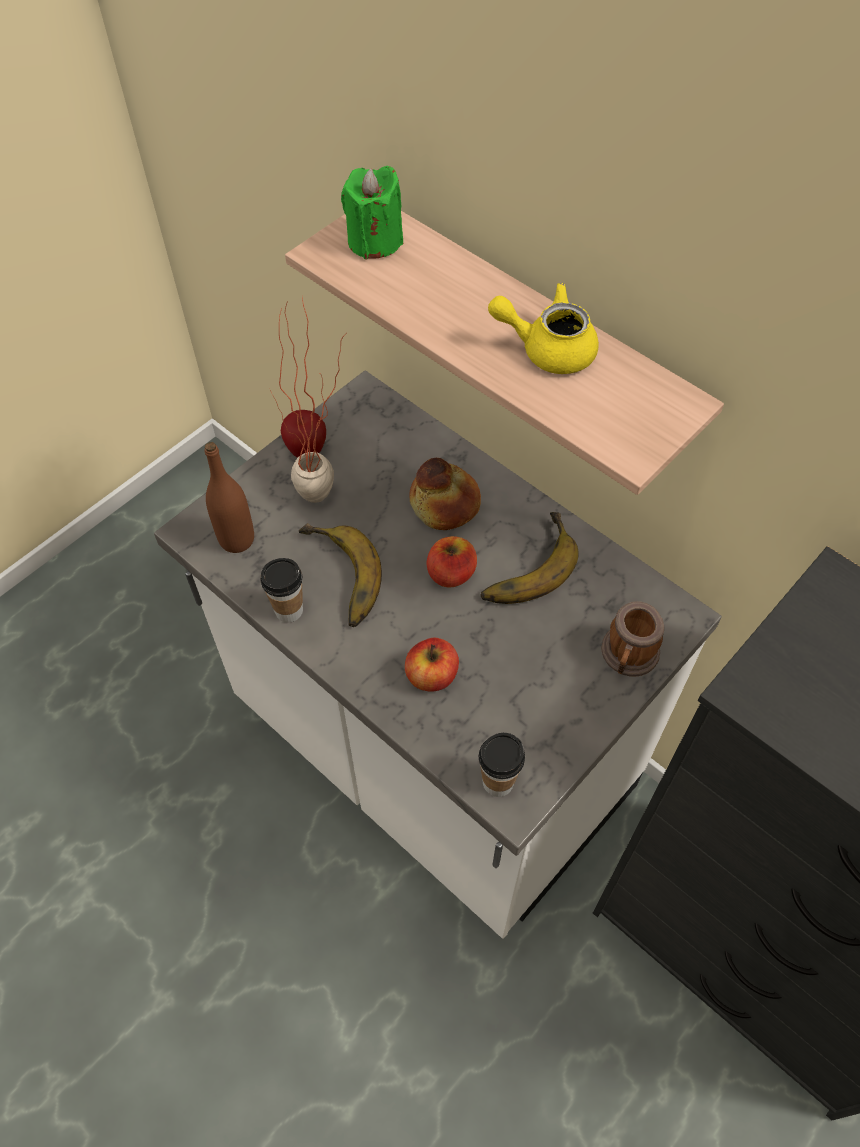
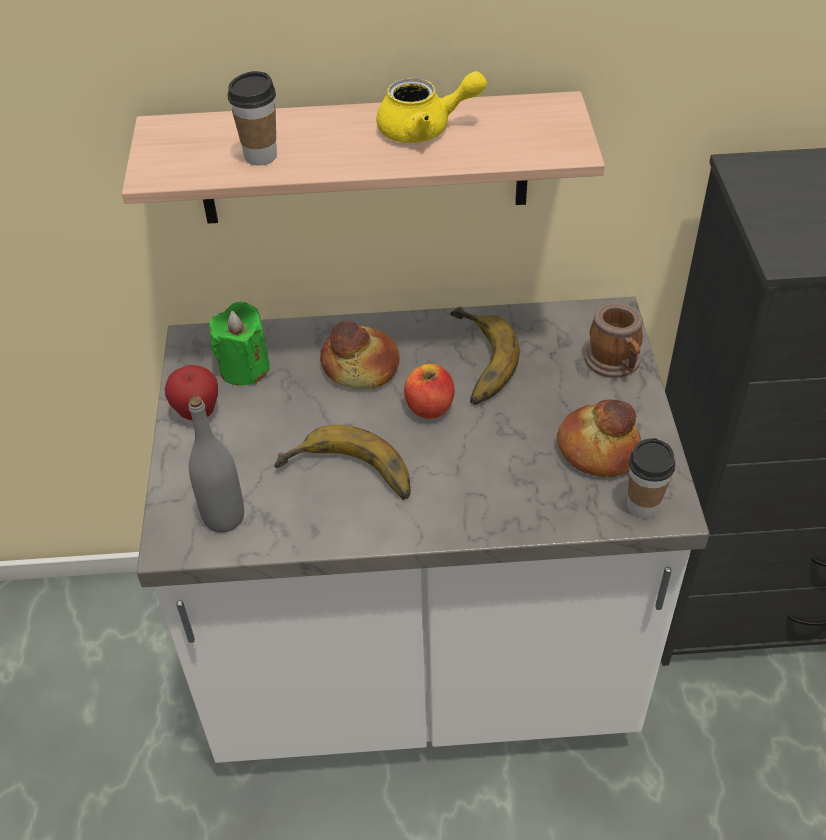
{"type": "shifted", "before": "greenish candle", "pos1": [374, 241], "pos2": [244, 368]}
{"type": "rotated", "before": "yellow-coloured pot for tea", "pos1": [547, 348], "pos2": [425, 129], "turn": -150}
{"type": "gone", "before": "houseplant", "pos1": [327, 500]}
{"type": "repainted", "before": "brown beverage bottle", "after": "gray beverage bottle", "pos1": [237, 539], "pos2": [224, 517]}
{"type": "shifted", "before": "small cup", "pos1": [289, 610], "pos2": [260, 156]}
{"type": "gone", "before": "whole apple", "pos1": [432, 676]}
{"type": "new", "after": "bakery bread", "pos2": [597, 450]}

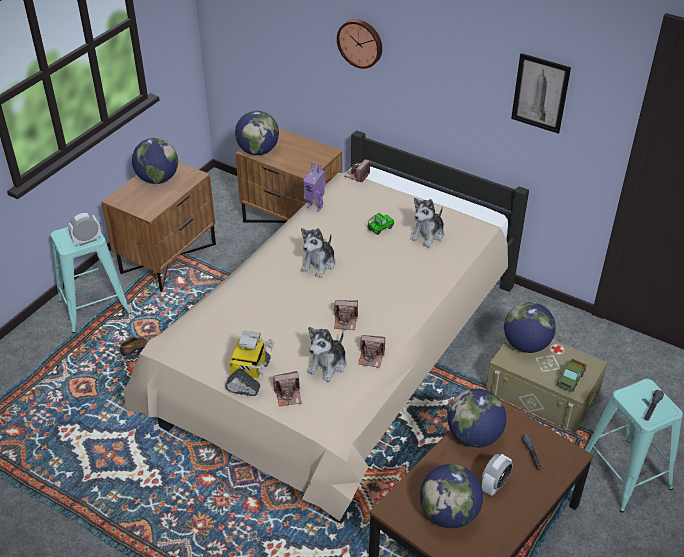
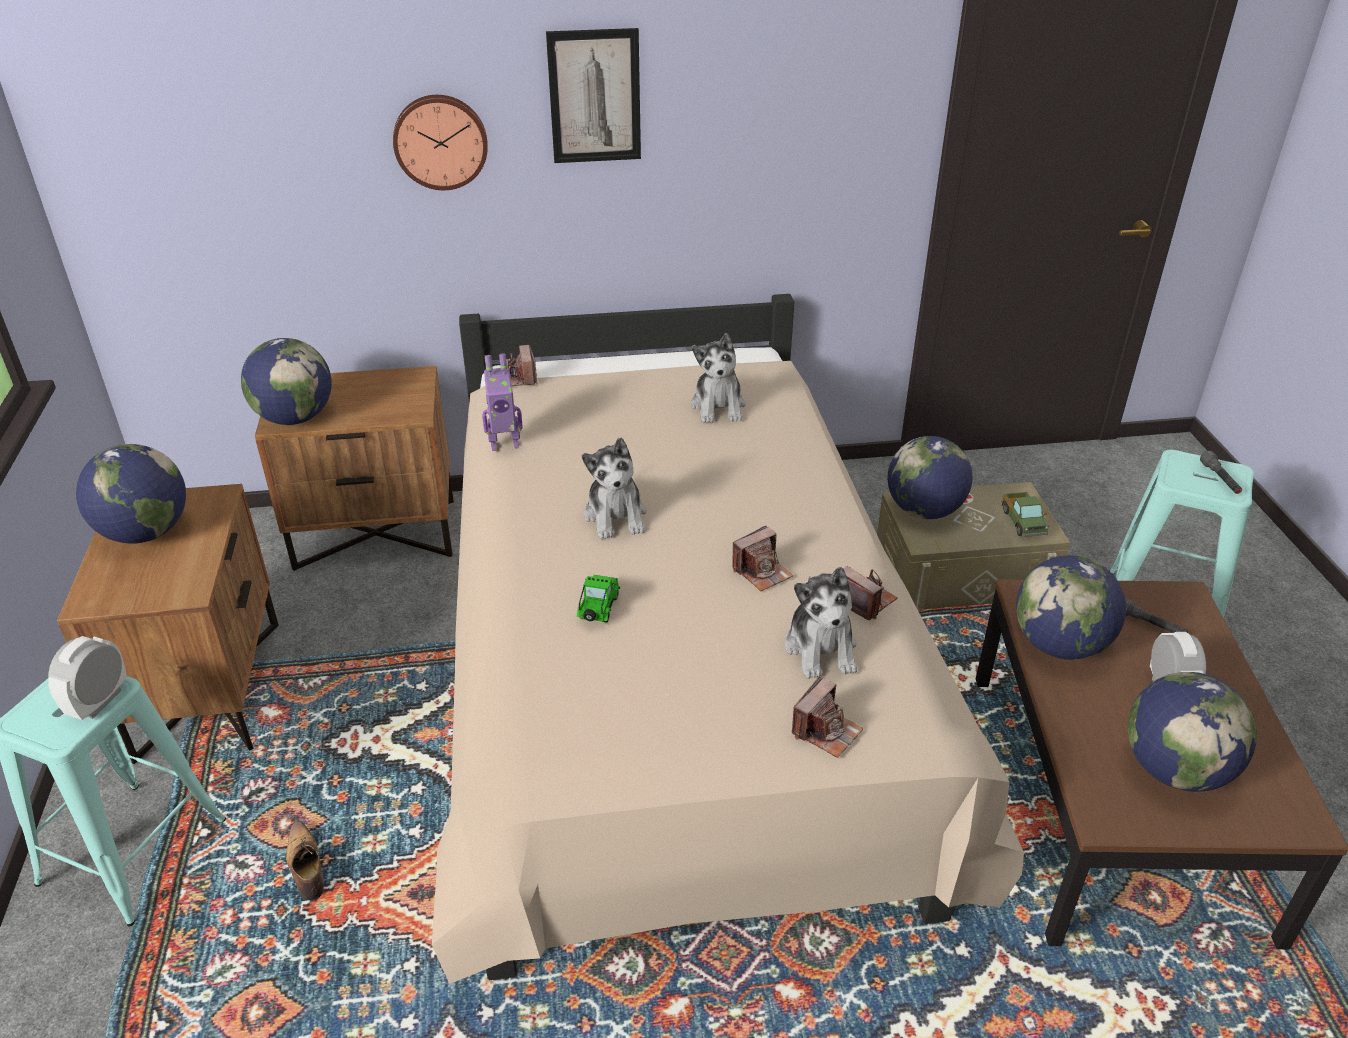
{"type": "shifted", "before": "wall picture", "pos1": [540, 93], "pos2": [594, 96]}
{"type": "shifted", "before": "model car", "pos1": [379, 229], "pos2": [598, 609]}
{"type": "gone", "before": "model robot", "pos1": [250, 376]}
{"type": "rotated", "before": "low shoe", "pos1": [140, 347], "pos2": [306, 866], "turn": -45}
{"type": "rotated", "before": "photo camera", "pos1": [371, 357], "pos2": [864, 601], "turn": -105}

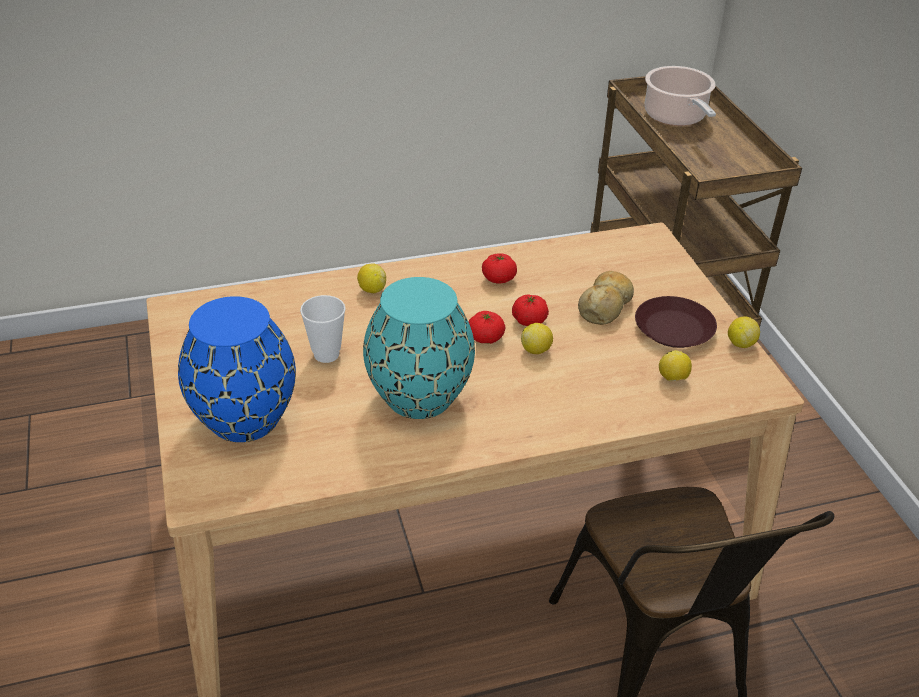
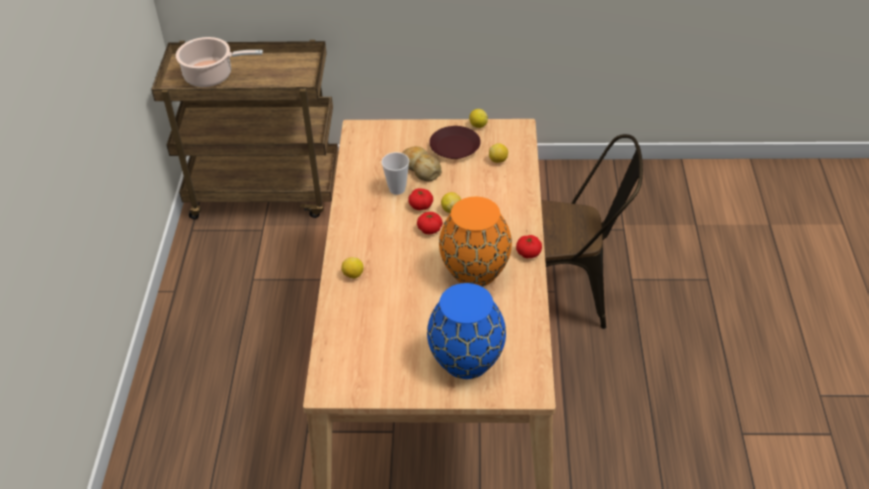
{"type": "shifted", "before": "fresh tomato", "pos1": [498, 278], "pos2": [528, 253]}
{"type": "repainted", "before": "blue-green decorative vase", "after": "orangey decorative vase", "pos1": [417, 397], "pos2": [475, 272]}
{"type": "shifted", "before": "small cup", "pos1": [326, 354], "pos2": [397, 189]}

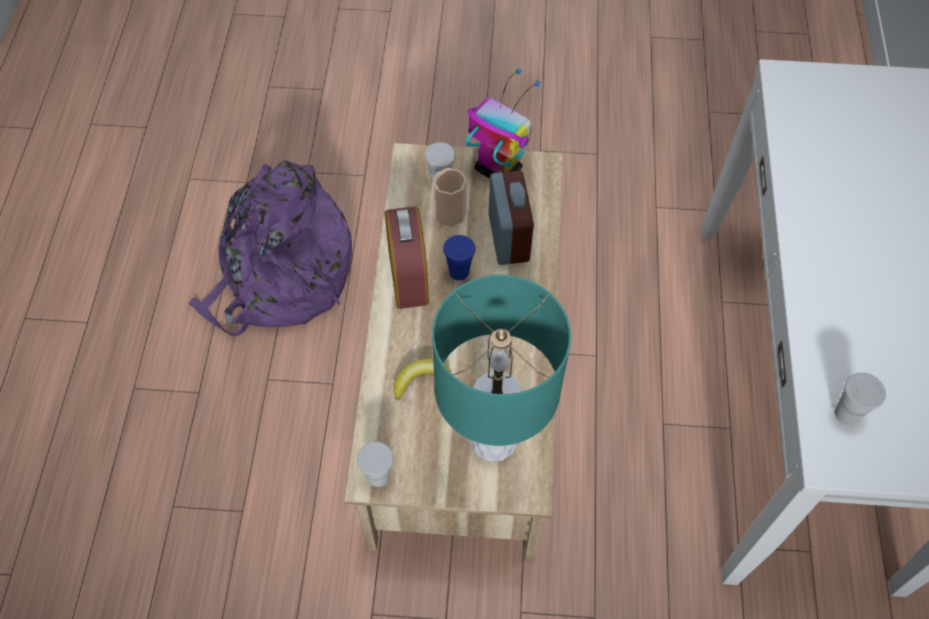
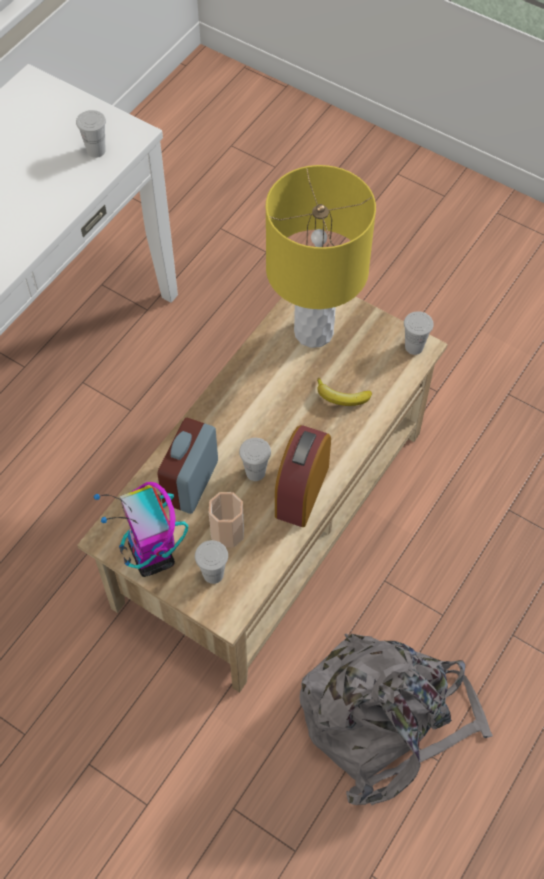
{"type": "repainted", "before": "purple-coloured knapsack", "after": "gray knapsack", "pos1": [281, 279], "pos2": [385, 718]}
{"type": "repainted", "before": "bluish small cup", "after": "whitish small cup", "pos1": [459, 272], "pos2": [255, 472]}
{"type": "repainted", "before": "blue-green tabletop lamp", "after": "yellow-coloured tabletop lamp", "pos1": [494, 439], "pos2": [313, 332]}

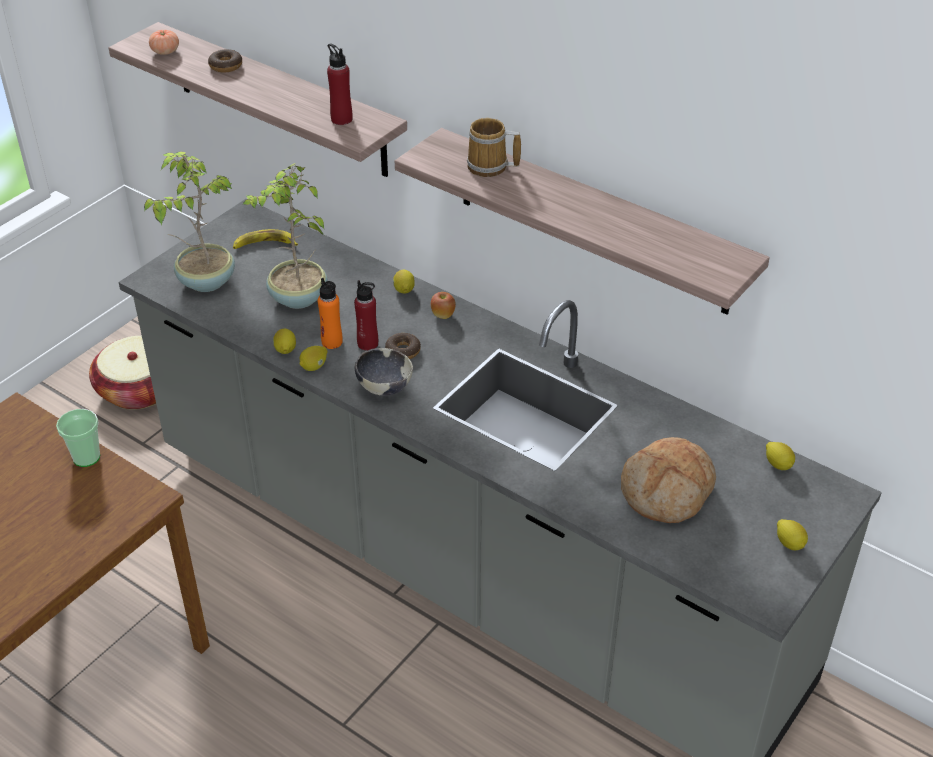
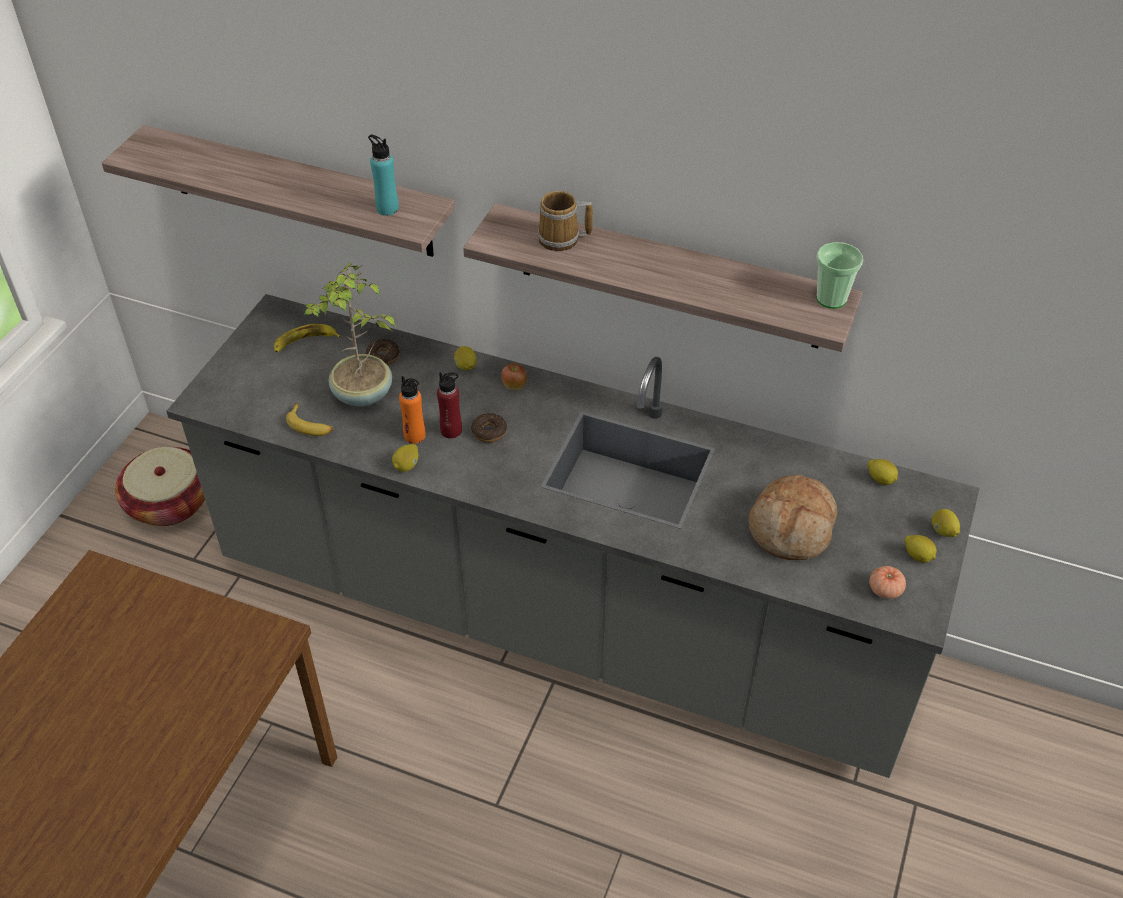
{"type": "shifted", "before": "fresh tomato", "pos1": [165, 51], "pos2": [885, 590]}
{"type": "repainted", "before": "red-coloured beverage bottle", "after": "blue-green beverage bottle", "pos1": [341, 119], "pos2": [387, 208]}
{"type": "shifted", "before": "ring doughnut", "pos1": [226, 66], "pos2": [383, 356]}
{"type": "gone", "before": "houseplant", "pos1": [205, 281]}
{"type": "shifted", "before": "whole lemon", "pos1": [285, 350], "pos2": [943, 531]}
{"type": "gone", "before": "deep dish", "pos1": [384, 387]}
{"type": "shifted", "before": "small cup", "pos1": [86, 457], "pos2": [831, 299]}
{"type": "new", "after": "banana fruit", "pos2": [310, 425]}

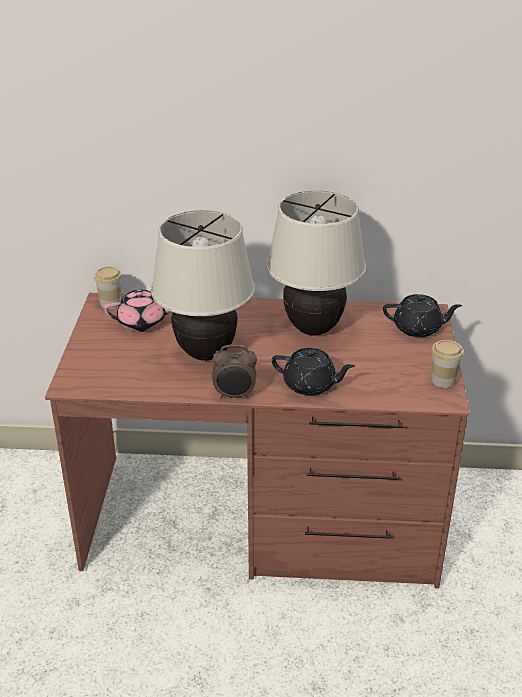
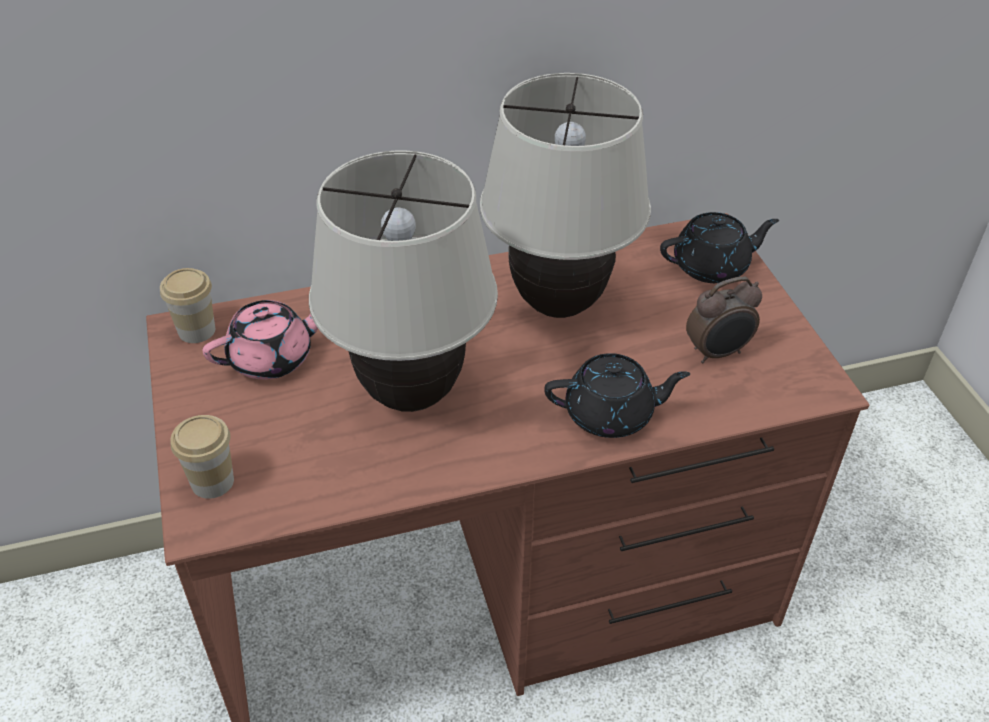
{"type": "shifted", "before": "small cup", "pos1": [443, 380], "pos2": [212, 482]}
{"type": "shifted", "before": "bedside clock", "pos1": [234, 396], "pos2": [718, 353]}

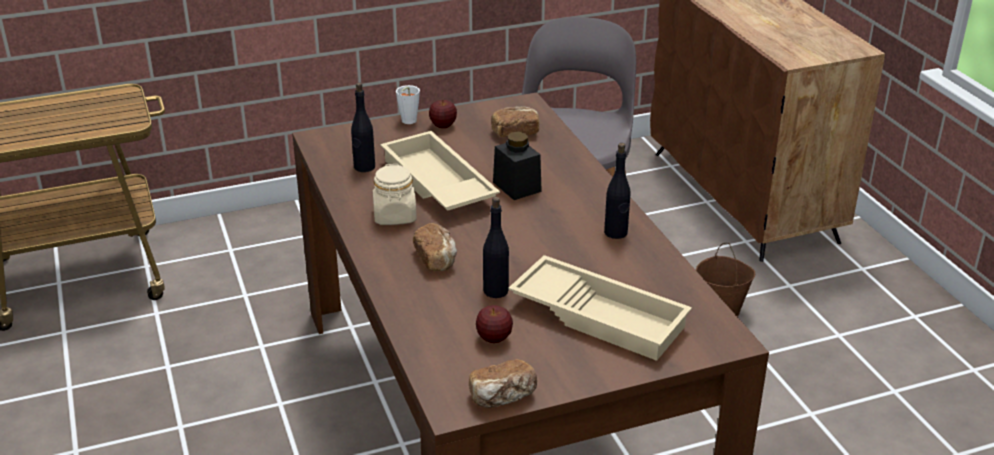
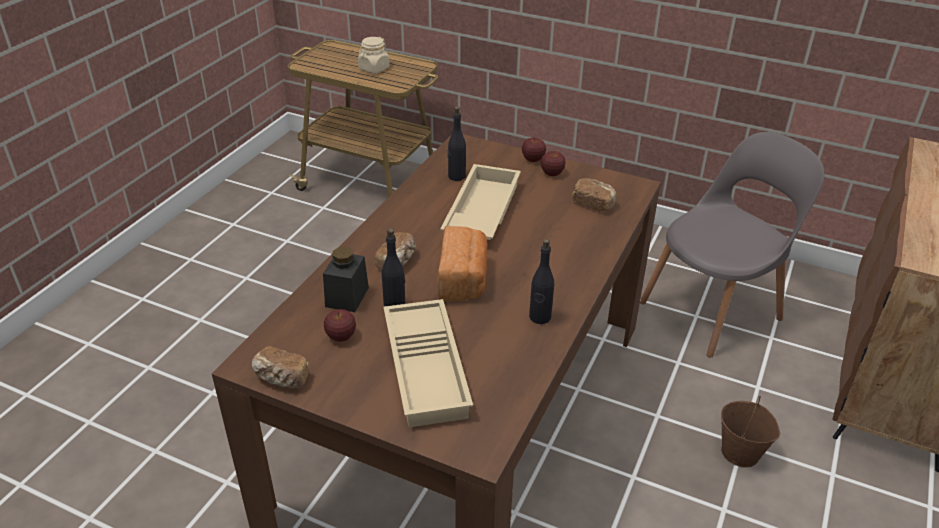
{"type": "swapped", "before": "whitish small cup", "after": "whole apple", "pos1": [407, 122], "pos2": [533, 159]}
{"type": "shifted", "before": "black-coloured jar", "pos1": [517, 187], "pos2": [347, 297]}
{"type": "shifted", "before": "beige jar", "pos1": [395, 216], "pos2": [374, 68]}
{"type": "new", "after": "bakery bread", "pos2": [463, 279]}

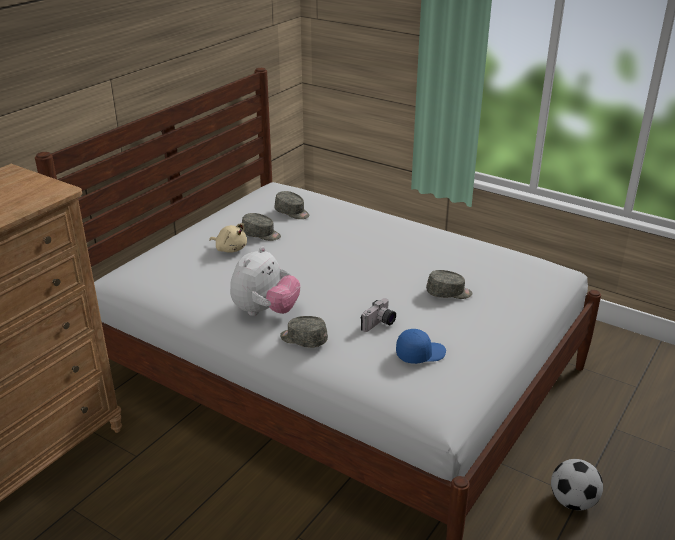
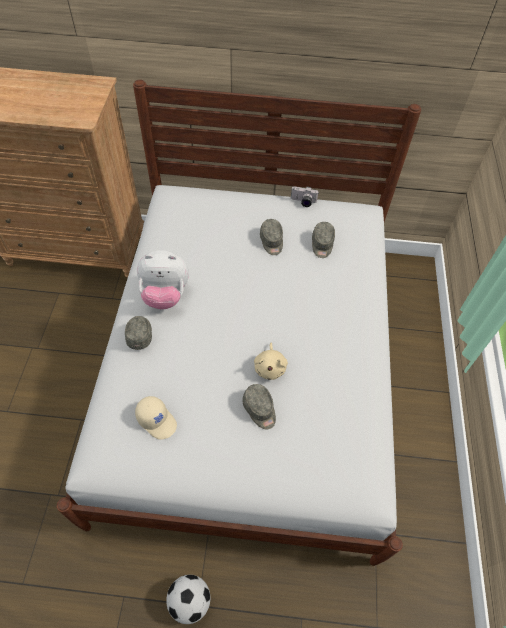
{"type": "shifted", "before": "beige plush toy", "pos1": [230, 249], "pos2": [270, 367]}
{"type": "shifted", "before": "photo camera", "pos1": [379, 324], "pos2": [303, 202]}
{"type": "repainted", "before": "bluish cap", "after": "beige cap", "pos1": [420, 353], "pos2": [157, 420]}

